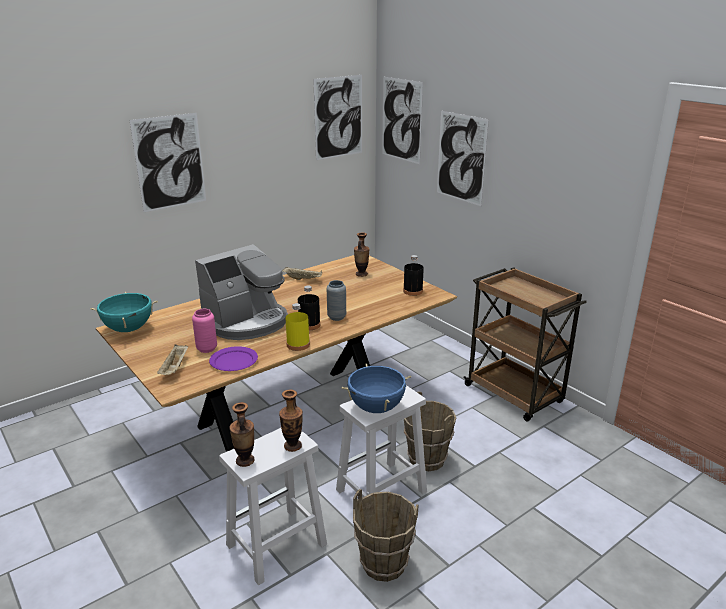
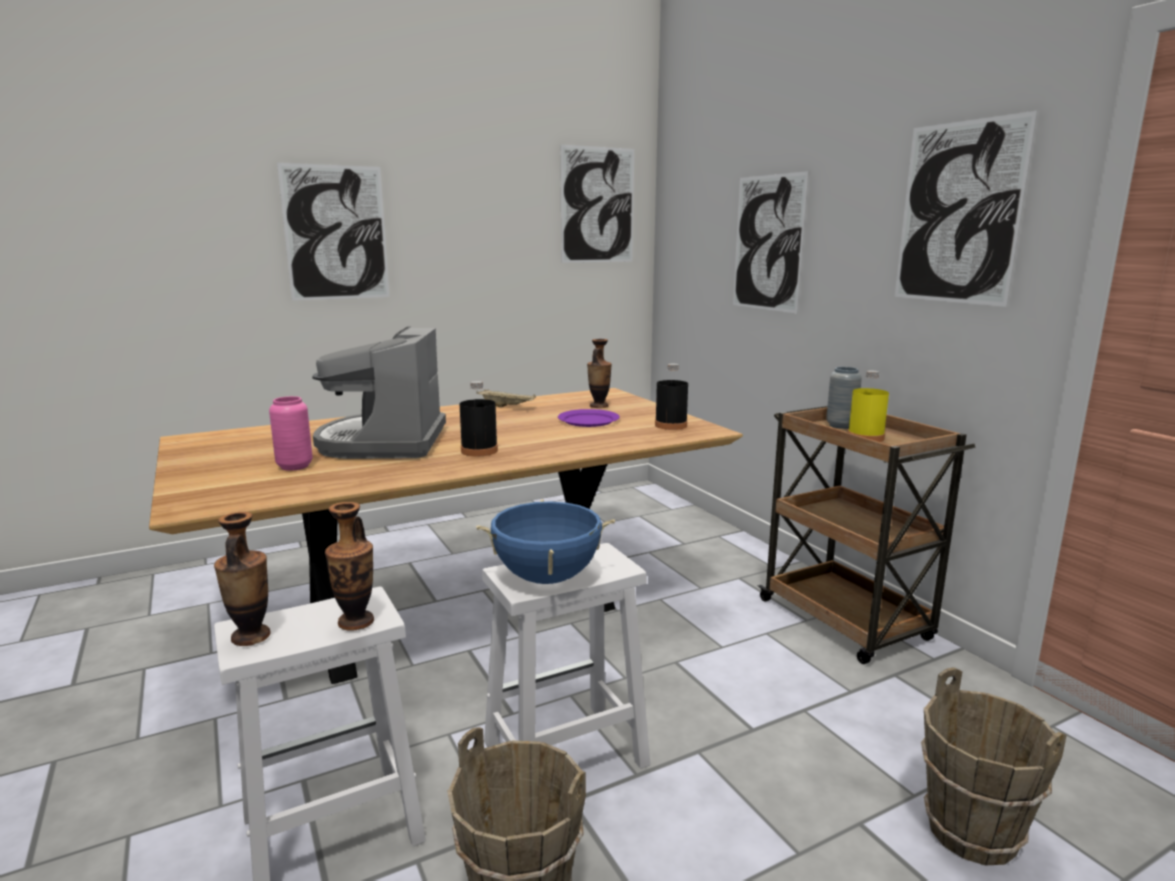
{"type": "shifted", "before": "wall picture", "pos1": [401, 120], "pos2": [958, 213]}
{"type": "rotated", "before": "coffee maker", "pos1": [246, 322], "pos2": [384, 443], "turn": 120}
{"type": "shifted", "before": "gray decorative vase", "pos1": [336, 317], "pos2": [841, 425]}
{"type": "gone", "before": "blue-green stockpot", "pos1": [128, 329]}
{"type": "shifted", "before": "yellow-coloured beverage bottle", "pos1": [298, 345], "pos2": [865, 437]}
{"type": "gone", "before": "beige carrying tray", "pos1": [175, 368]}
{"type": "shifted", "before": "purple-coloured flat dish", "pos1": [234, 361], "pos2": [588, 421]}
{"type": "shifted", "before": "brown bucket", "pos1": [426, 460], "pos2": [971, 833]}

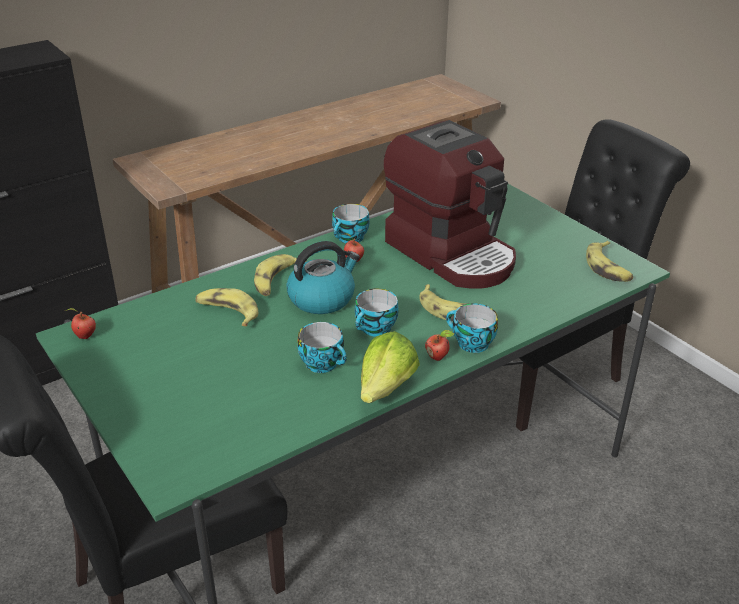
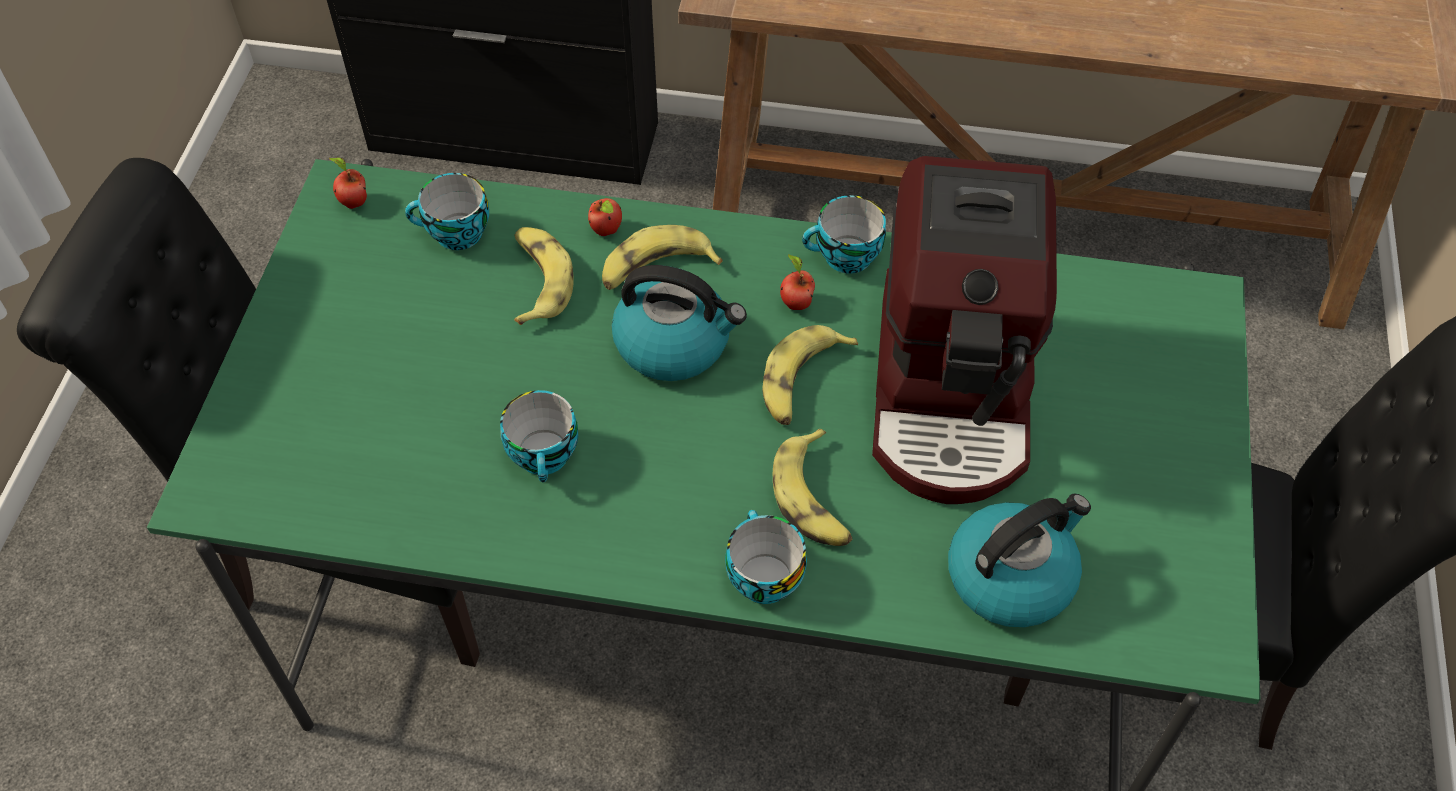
{"type": "shifted", "before": "banana fruit", "pos1": [608, 268], "pos2": [802, 382]}
{"type": "shifted", "before": "small cup", "pos1": [375, 329], "pos2": [455, 234]}
{"type": "shifted", "before": "whole apple", "pos1": [438, 357], "pos2": [607, 231]}
{"type": "gone", "before": "lettuce", "pos1": [386, 387]}
{"type": "new", "after": "water kettle", "pos2": [1011, 576]}

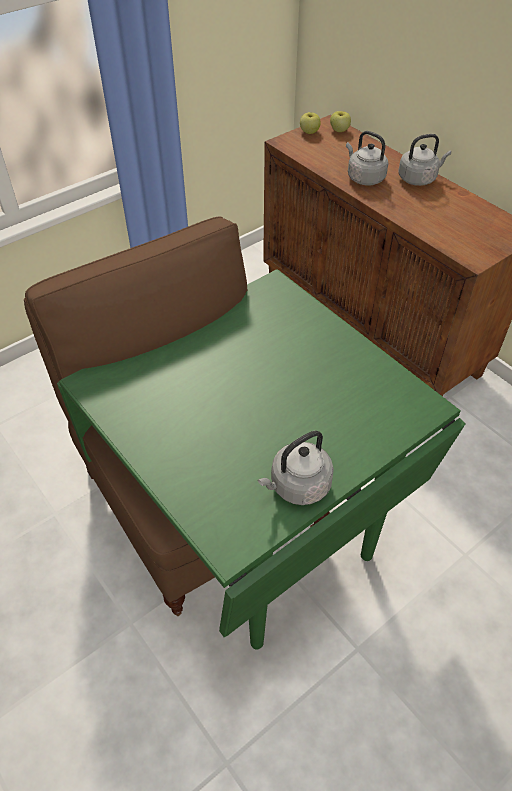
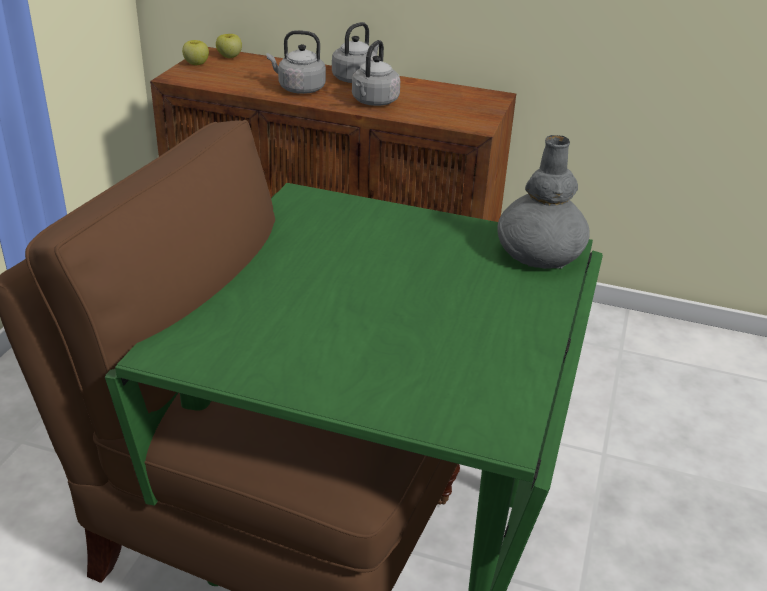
{"type": "shifted", "before": "gray water kettle", "pos1": [297, 486], "pos2": [374, 102]}
{"type": "new", "after": "gray decorative vase", "pos2": [539, 252]}

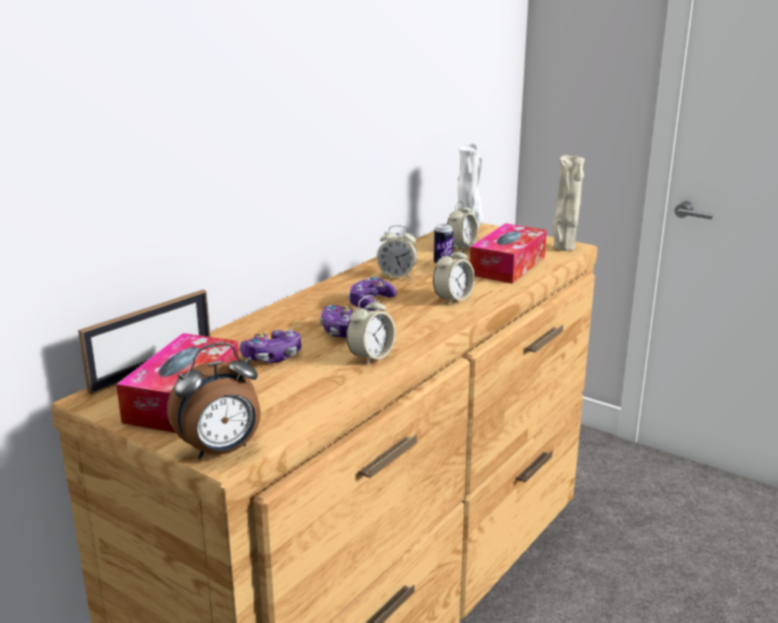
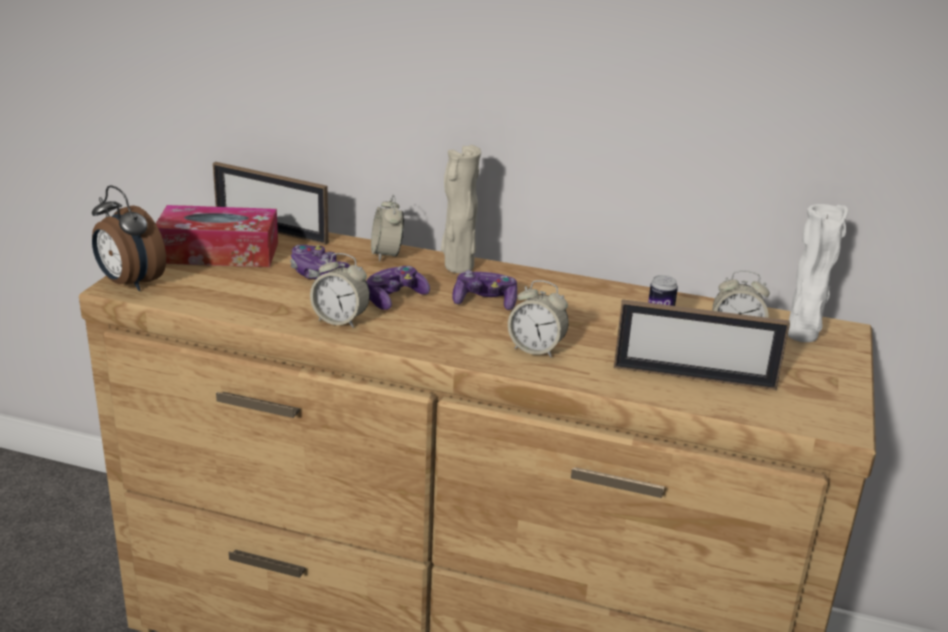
{"type": "shifted", "before": "beige decorative vase", "pos1": [563, 248], "pos2": [457, 267]}
{"type": "swapped", "before": "box of tissues", "after": "photo frame", "pos1": [508, 266], "pos2": [694, 377]}
{"type": "shifted", "before": "bedside clock", "pos1": [397, 275], "pos2": [387, 254]}

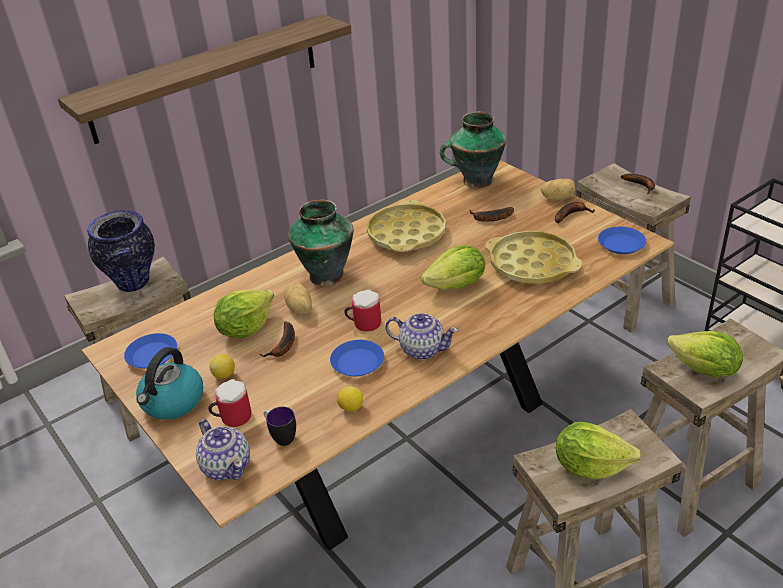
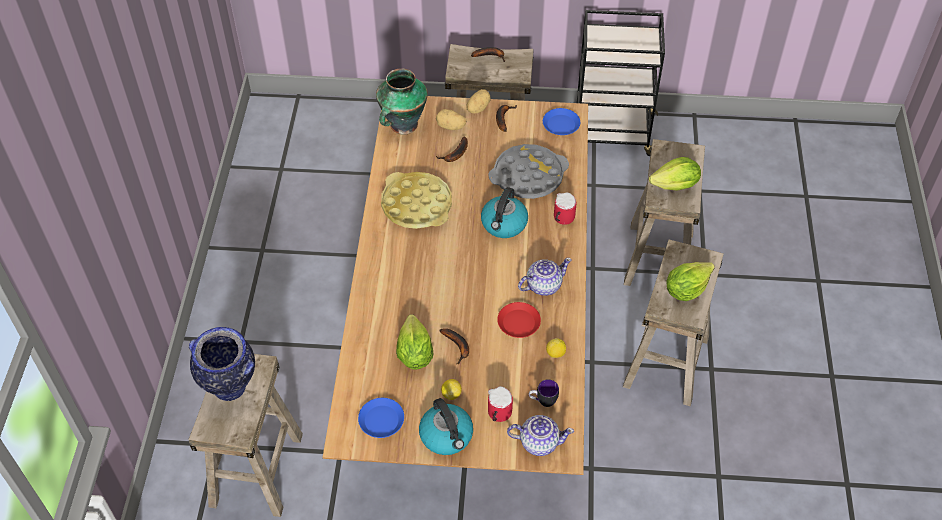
{"type": "gone", "before": "bracket shelf", "pos1": [206, 78]}
{"type": "gone", "before": "decorative vase", "pos1": [326, 275]}
{"type": "repainted", "before": "yellow-coloured carrying tray", "after": "gray carrying tray", "pos1": [532, 264], "pos2": [528, 176]}
{"type": "swapped", "before": "lettuce", "after": "water kettle", "pos1": [457, 285], "pos2": [504, 224]}
{"type": "shifted", "before": "potato", "pos1": [299, 310], "pos2": [450, 127]}
{"type": "shifted", "before": "tea mug", "pos1": [363, 323], "pos2": [561, 218]}
{"type": "repainted", "before": "bluish flat dish", "after": "red-coloured flat dish", "pos1": [358, 362], "pos2": [519, 322]}

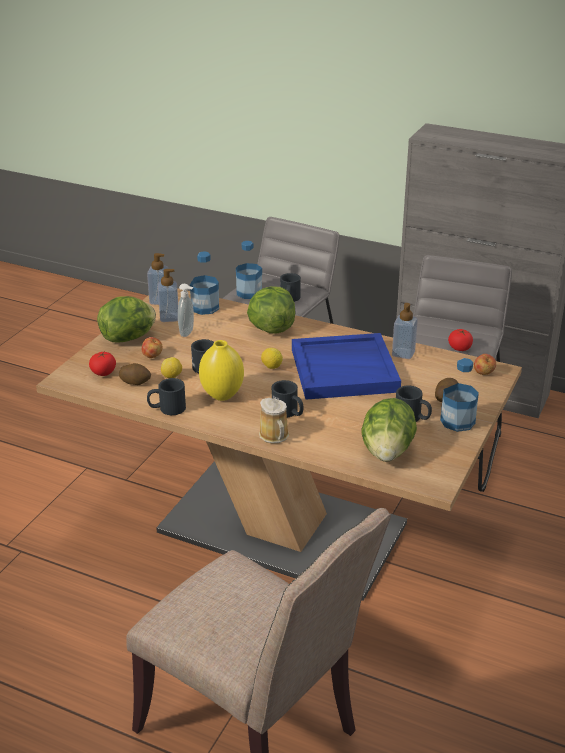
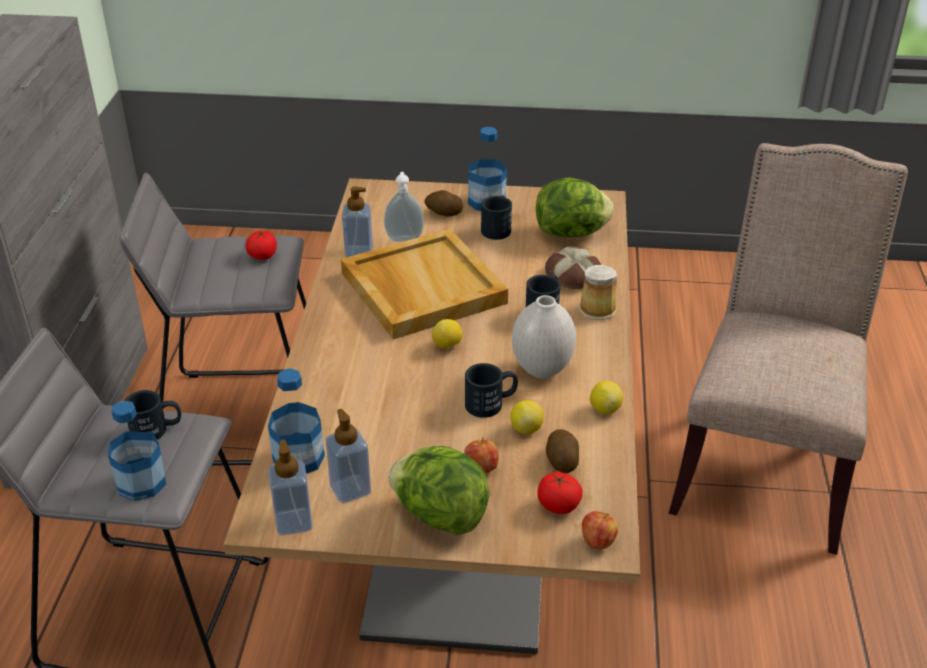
{"type": "shifted", "before": "soap bottle", "pos1": [188, 333], "pos2": [404, 238]}
{"type": "gone", "before": "lettuce", "pos1": [271, 328]}
{"type": "repainted", "before": "bluish carrying tray", "after": "beige carrying tray", "pos1": [345, 369], "pos2": [421, 288]}
{"type": "repainted", "before": "yellow-coloured decorative vase", "after": "whitish decorative vase", "pos1": [222, 395], "pos2": [541, 370]}
{"type": "shifted", "before": "whole apple", "pos1": [483, 373], "pos2": [598, 542]}
{"type": "swapped", "before": "black-coloured tea mug", "after": "whole lemon", "pos1": [167, 408], "pos2": [605, 409]}
{"type": "new", "after": "bakery bread", "pos2": [572, 275]}

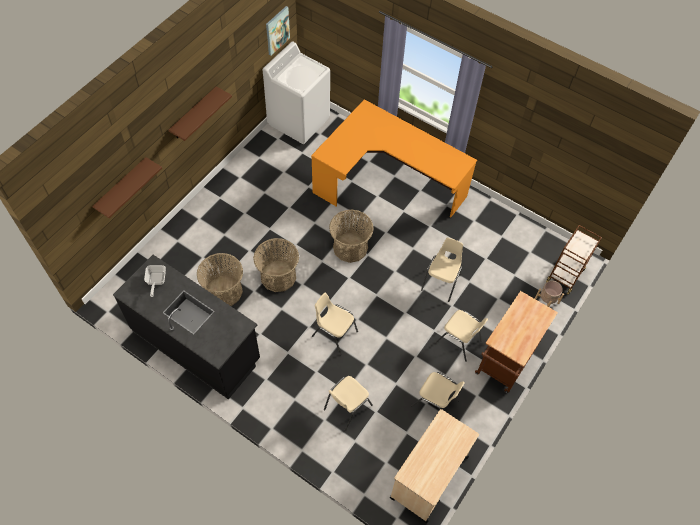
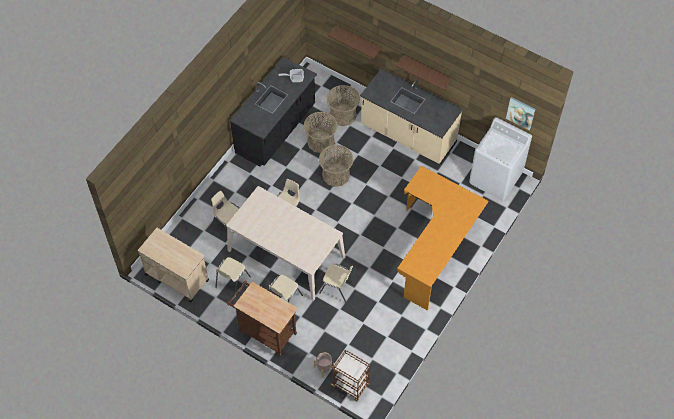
{"type": "shifted", "before": "storage basket", "pos1": [350, 247], "pos2": [343, 115]}
{"type": "new", "after": "beige kitchen counter", "pos2": [408, 135]}
{"type": "new", "after": "beige kitchen table", "pos2": [286, 253]}

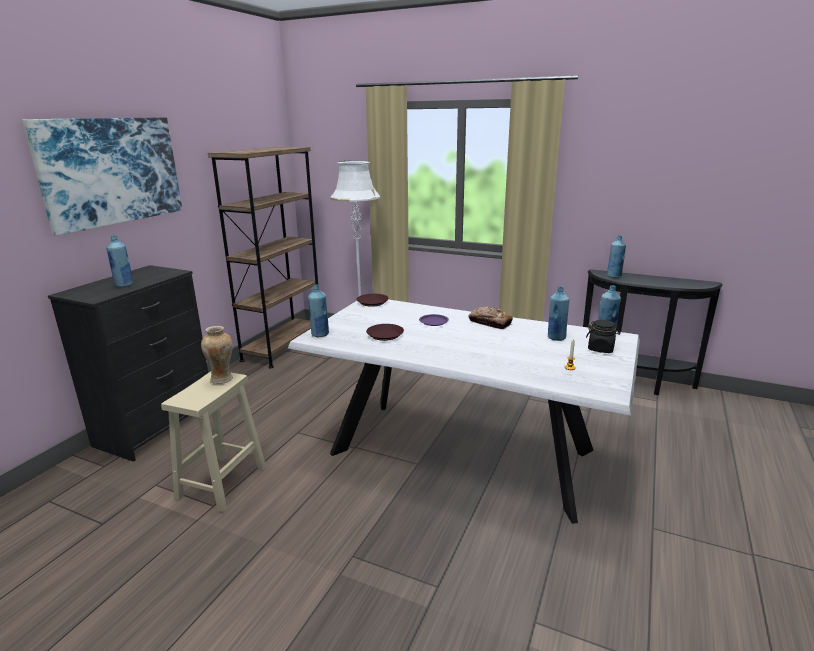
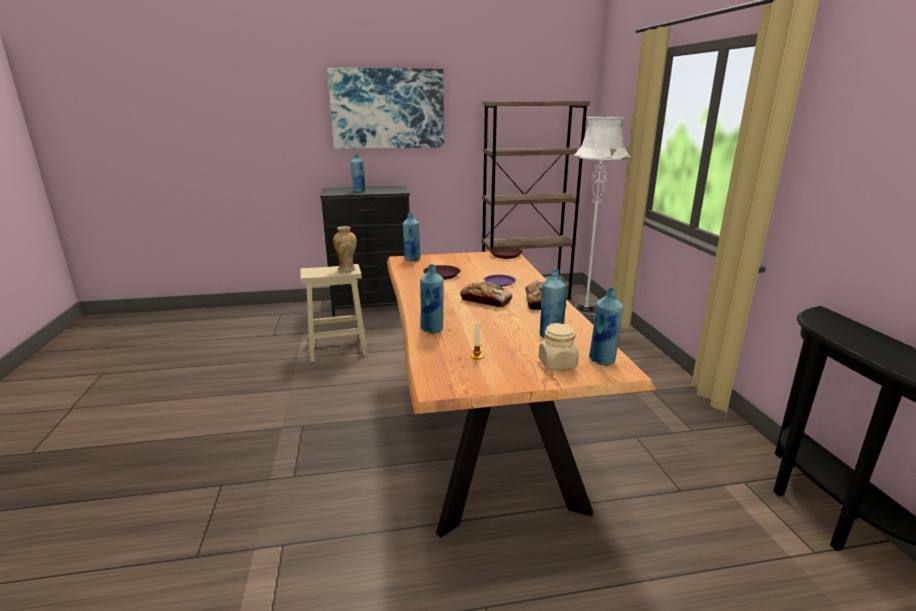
{"type": "shifted", "before": "bluish beverage bottle", "pos1": [614, 276], "pos2": [432, 329]}
{"type": "repainted", "before": "whitish kitchen table", "after": "brown kitchen table", "pos1": [461, 451], "pos2": [481, 428]}
{"type": "repainted", "before": "black-coloured jar", "after": "beige jar", "pos1": [601, 349], "pos2": [557, 364]}
{"type": "new", "after": "bakery bread", "pos2": [486, 300]}

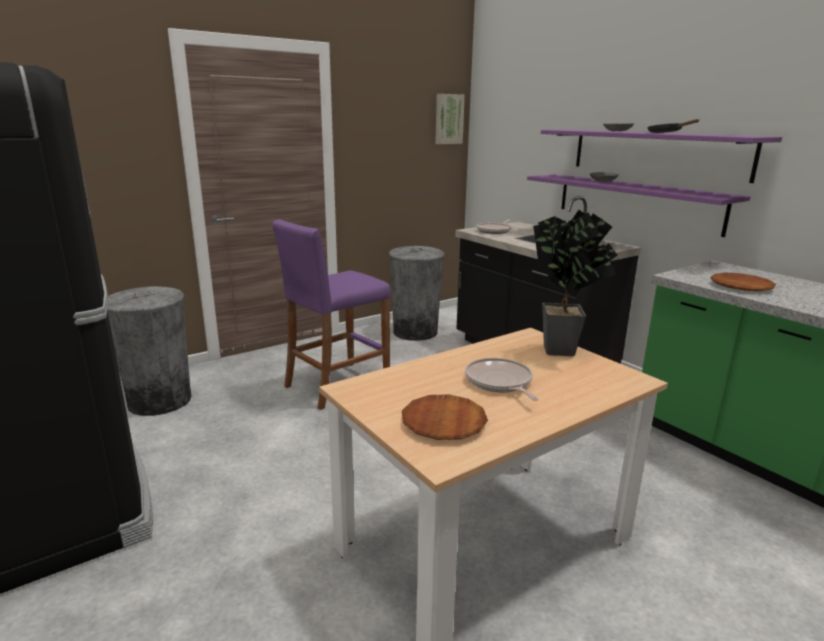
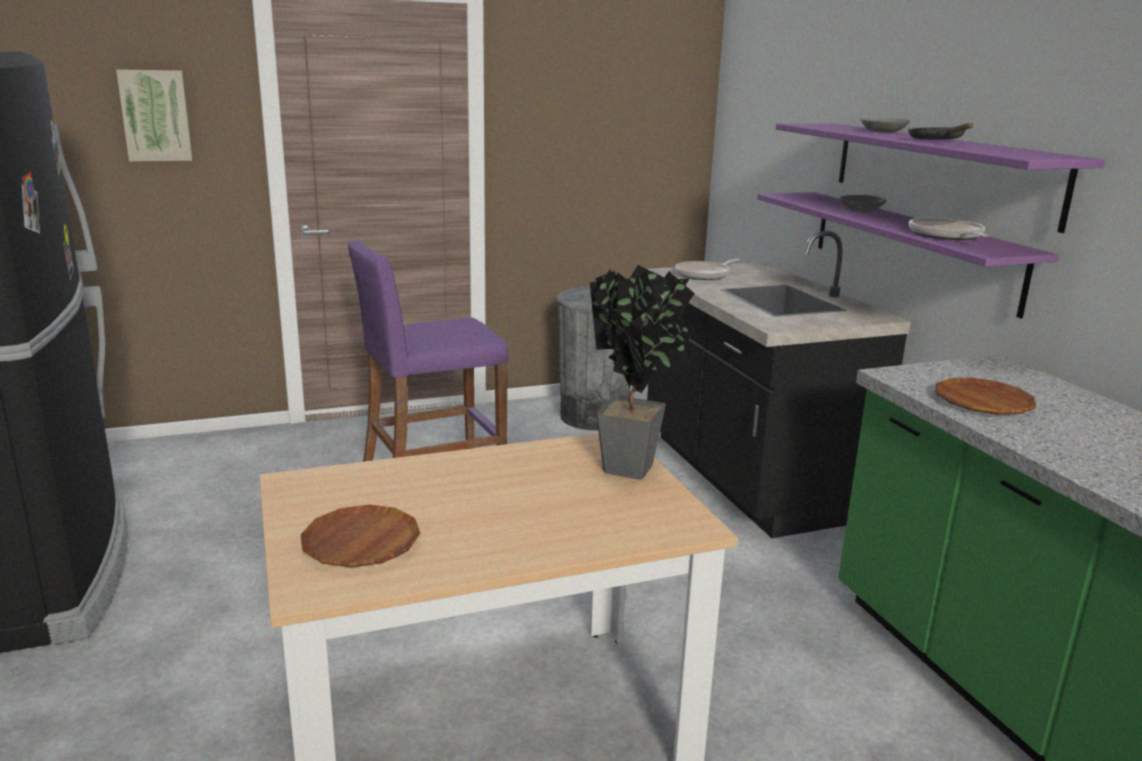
{"type": "shifted", "before": "wall picture", "pos1": [448, 119], "pos2": [155, 115]}
{"type": "gone", "before": "gray rubbish bin", "pos1": [159, 400]}
{"type": "shifted", "before": "frying pan", "pos1": [499, 382], "pos2": [946, 236]}

